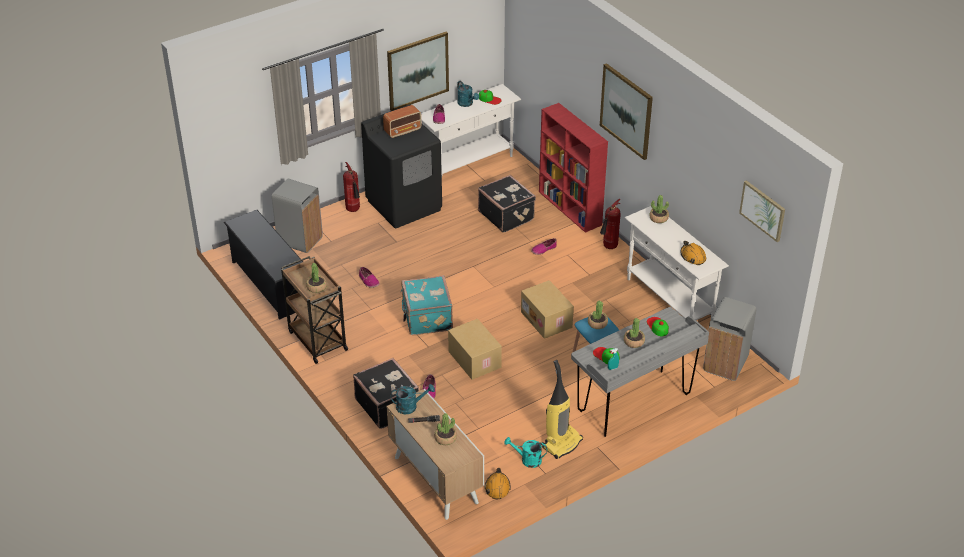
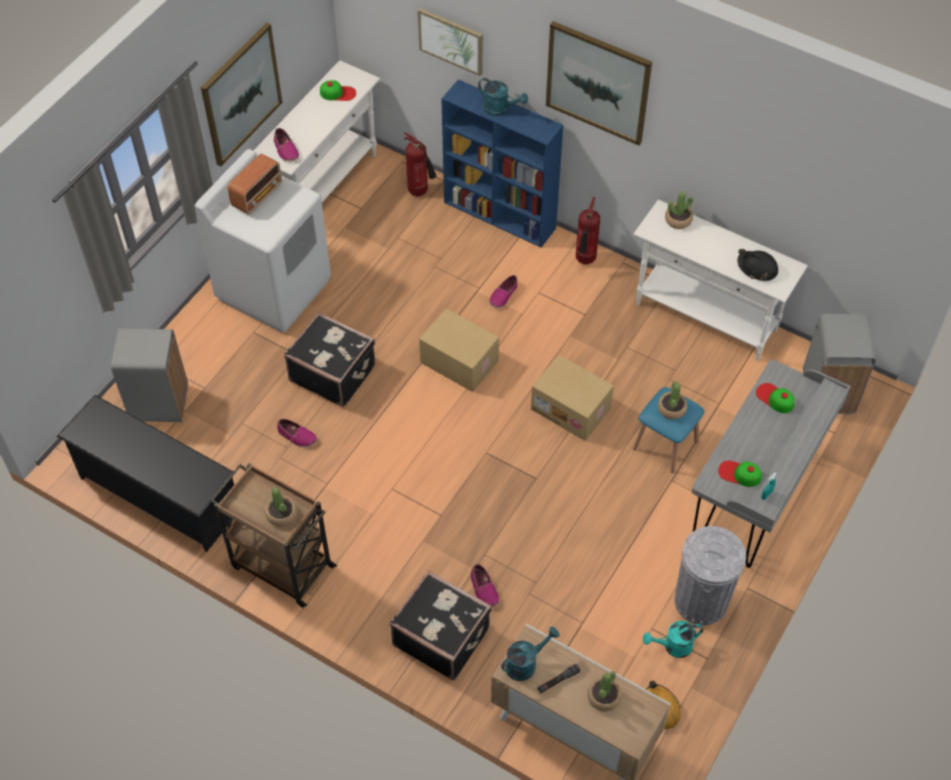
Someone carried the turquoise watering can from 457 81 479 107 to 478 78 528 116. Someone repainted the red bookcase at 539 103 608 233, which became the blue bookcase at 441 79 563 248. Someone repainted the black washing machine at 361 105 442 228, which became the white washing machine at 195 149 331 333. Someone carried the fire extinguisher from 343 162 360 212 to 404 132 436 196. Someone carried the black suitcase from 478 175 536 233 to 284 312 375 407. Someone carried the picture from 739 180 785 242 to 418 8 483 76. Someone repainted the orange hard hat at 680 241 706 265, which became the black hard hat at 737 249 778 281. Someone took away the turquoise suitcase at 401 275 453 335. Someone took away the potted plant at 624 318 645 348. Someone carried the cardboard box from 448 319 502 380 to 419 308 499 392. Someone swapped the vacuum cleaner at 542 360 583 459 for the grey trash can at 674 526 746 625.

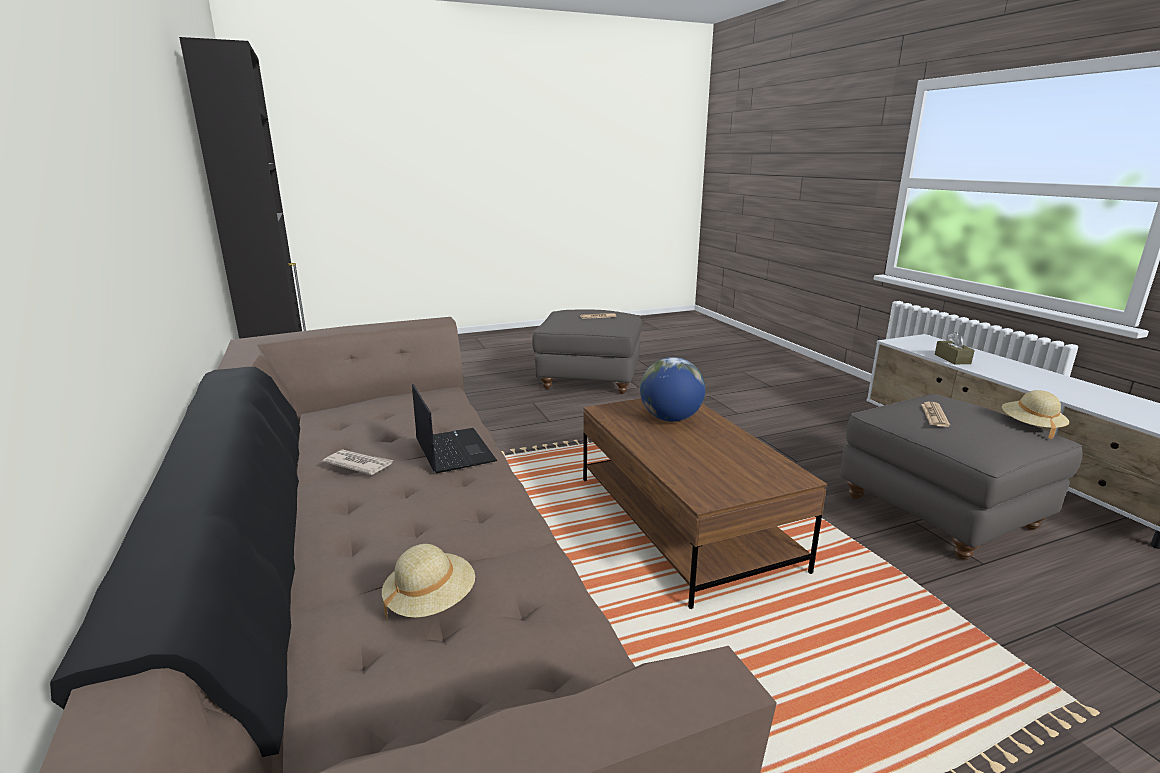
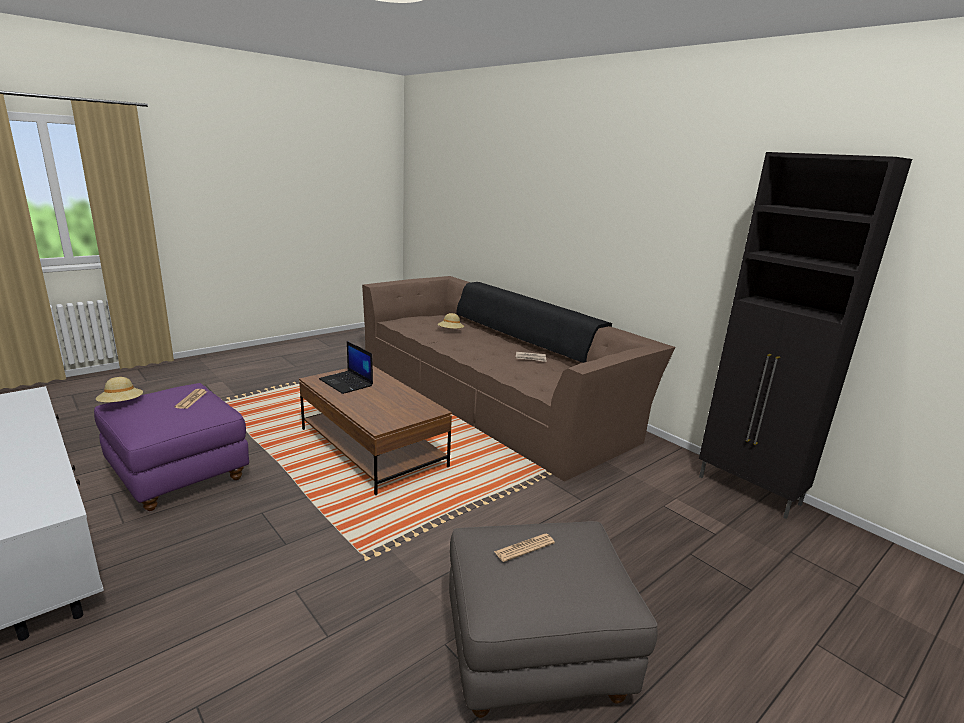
Someone took away the brown tissue box at 935 332 975 364. Someone took away the globe at 640 357 705 422. Someone carried the laptop from 412 384 497 473 to 319 341 373 394. Someone repainted the grey ottoman at 840 394 1083 560, which became the purple ottoman at 94 383 249 511.

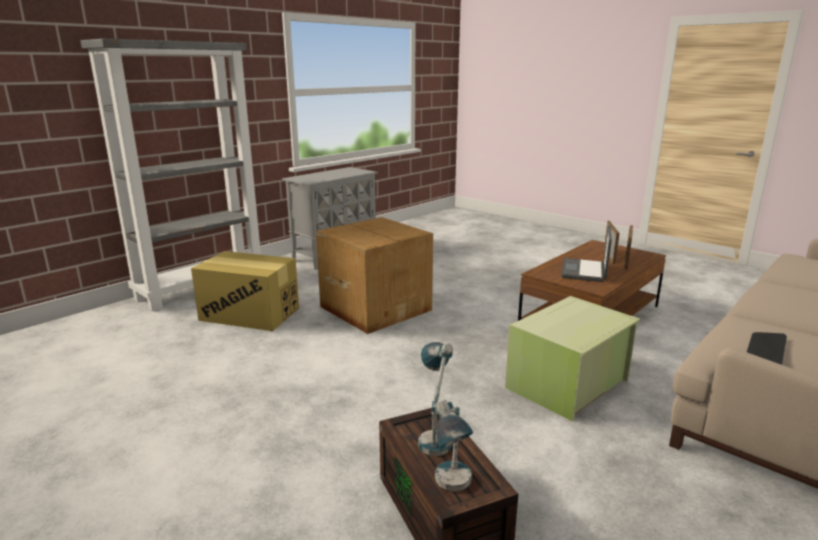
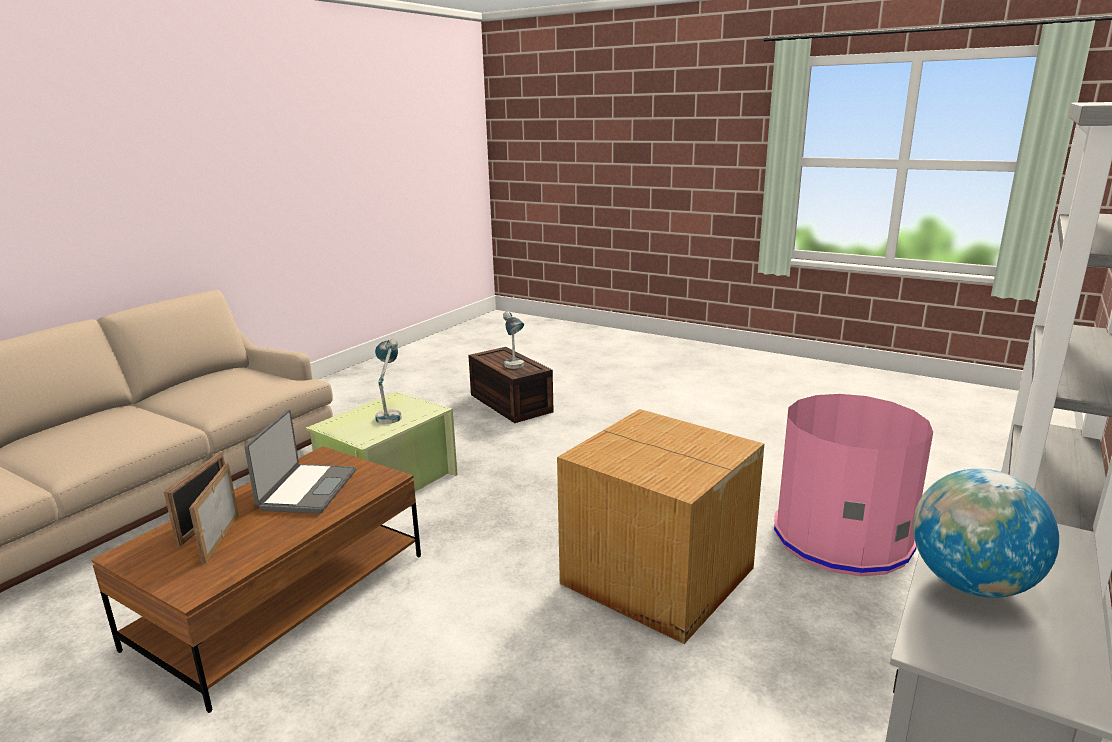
Someone swapped the cardboard box at 191 251 299 331 for the pink trash can at 774 394 933 576. Someone took away the keyboard at 747 332 787 365. Someone carried the table lamp from 435 400 473 491 to 375 338 402 424. Someone put down the globe at 913 469 1059 598.

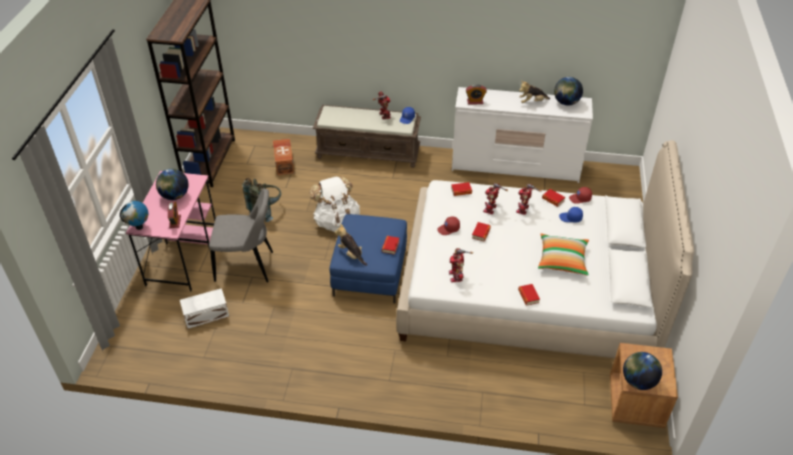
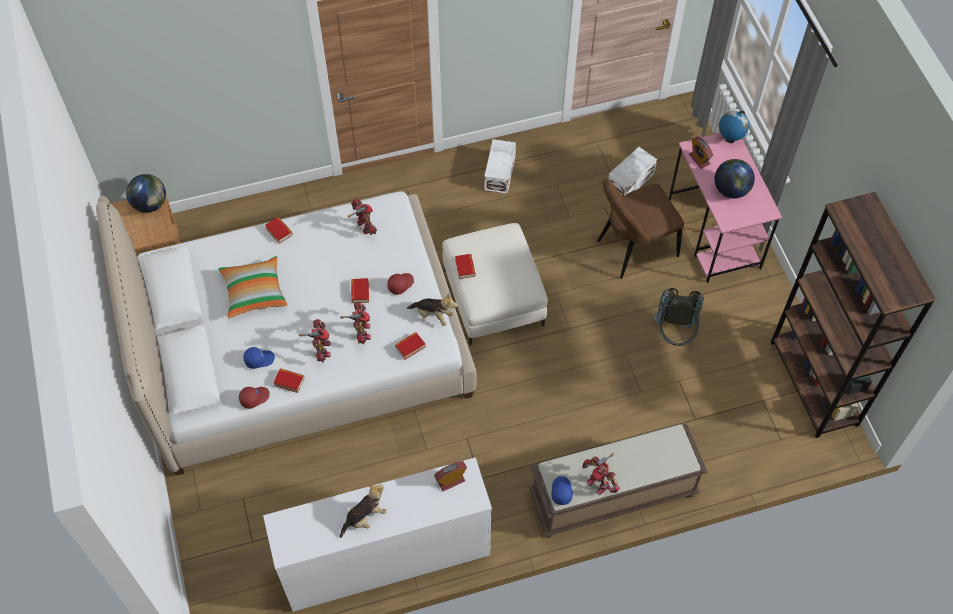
Someone took away the globe at 554 77 583 105. Someone took away the brown storage box at 273 139 295 176. Someone took away the white backpack at 310 176 360 232. Someone repainted the grey chair at 209 189 273 282, which became the brown chair at 597 179 684 279. Someone repainted the blue ottoman at 329 214 407 303, which became the white ottoman at 442 223 548 345. Someone carried the plush toy from 335 224 367 266 to 407 294 458 326. Someone put down the white storage box at 484 139 516 194.

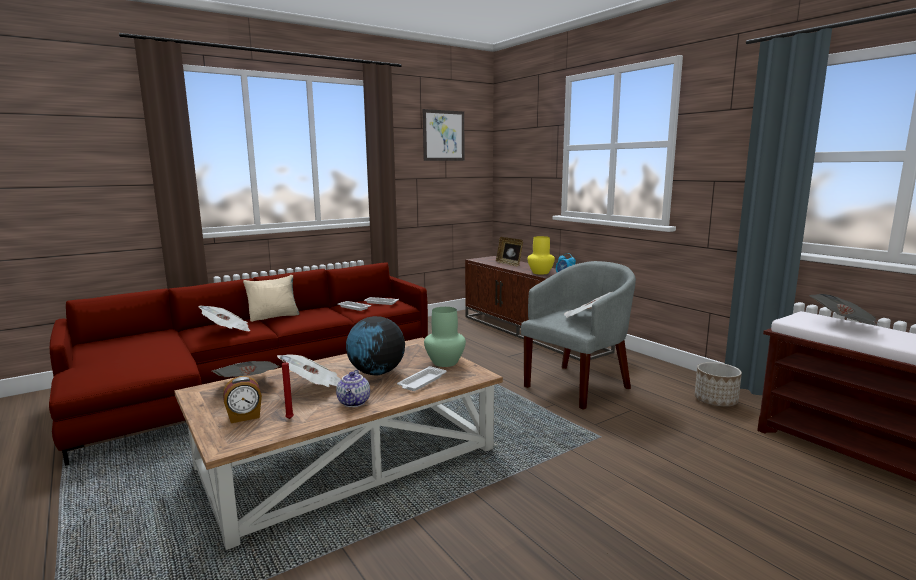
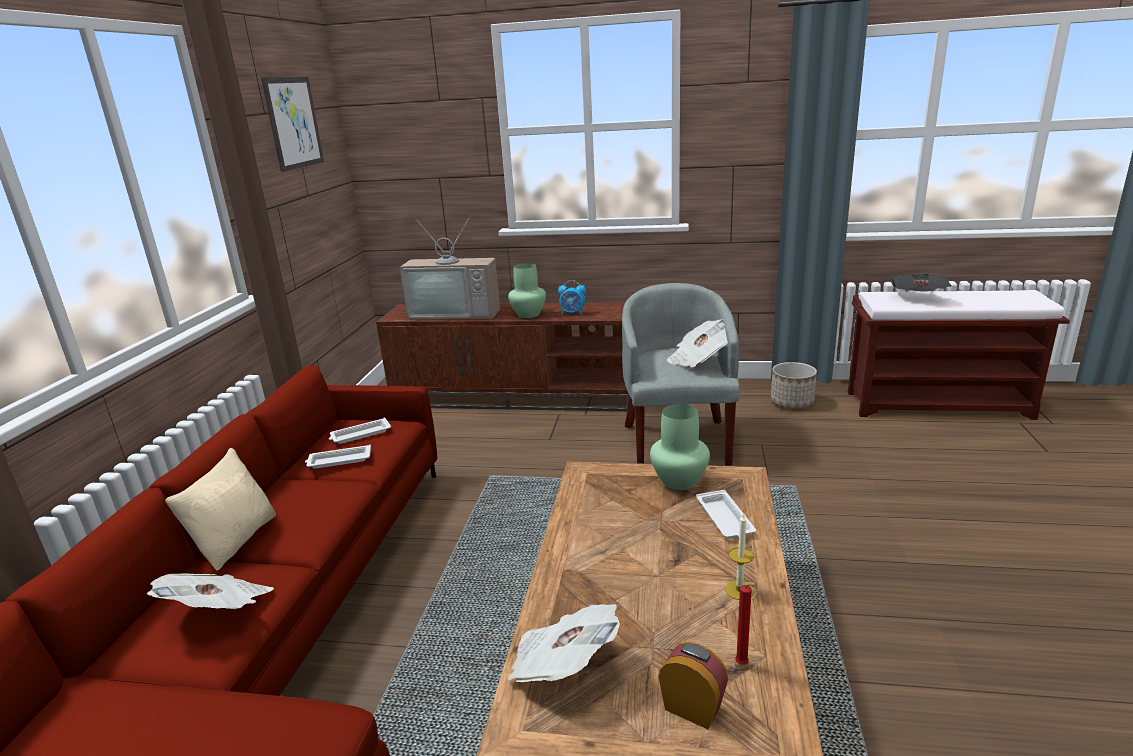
Someone repainted the yellow vase at 527 236 555 274, which became the green vase at 508 263 546 318. Someone swapped the picture frame at 496 237 523 267 for the television at 399 215 500 319. Someone took away the globe at 346 316 405 376. Someone took away the newspaper at 277 354 341 387. Someone swapped the teapot at 336 370 370 407 for the candle at 725 513 754 600. Someone rotated the alarm clock at 223 376 262 423 by 75 degrees counterclockwise.

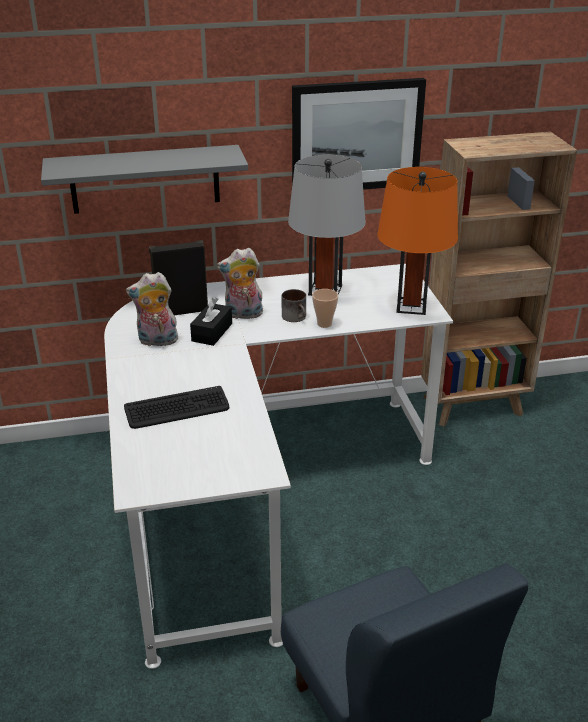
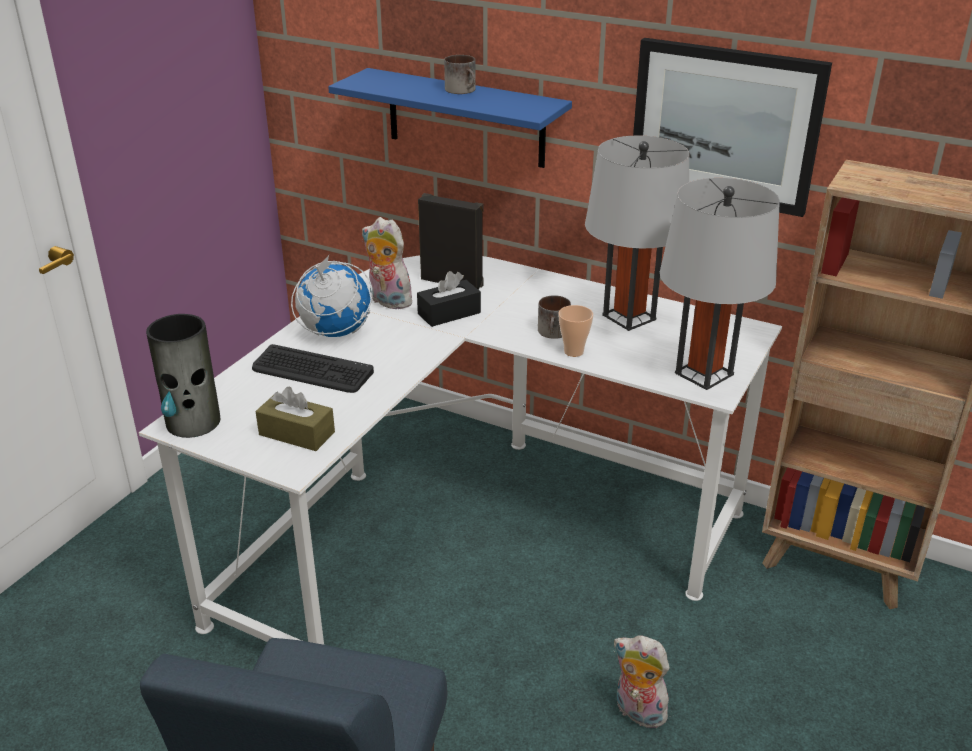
Someone repainted the grey shelf at 41 145 248 214, which became the blue shelf at 328 68 572 168. Someone repainted the orange table lamp at 377 167 458 315, which became the grey table lamp at 660 178 780 390. Someone carried the plush toy from 217 248 263 321 to 613 635 674 728. Someone put down the mug at 444 55 476 94. Someone put down the globe at 291 255 373 337. Someone put down the vase at 146 314 220 438. Someone put down the brown tissue box at 256 386 335 451.

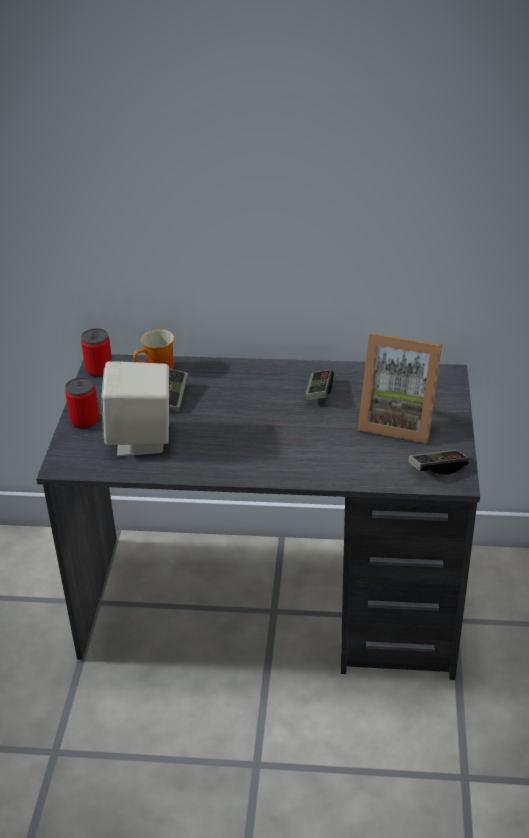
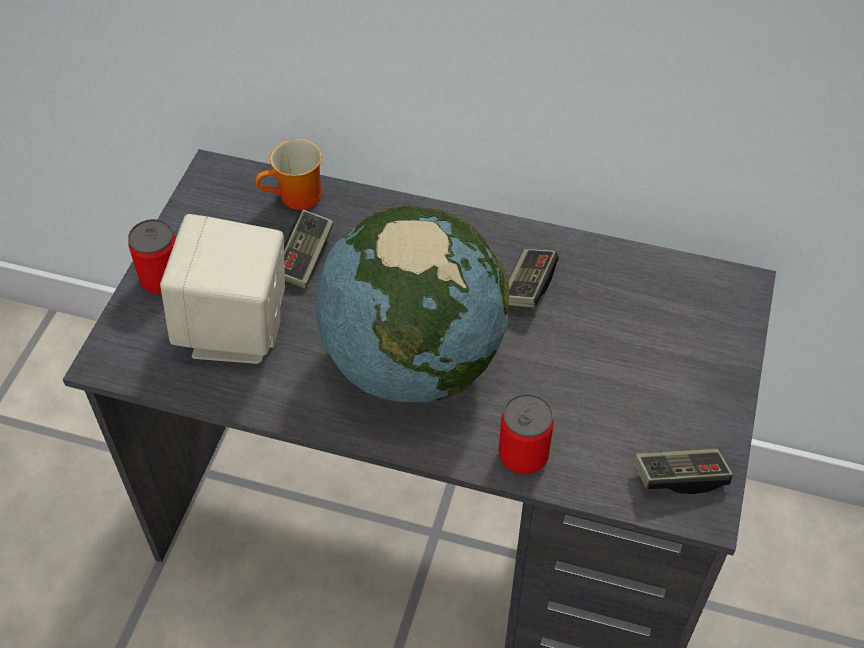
Someone carried the can from 81 328 112 377 to 499 394 554 475. Someone took away the picture frame at 358 333 442 443. Someone put down the globe at 315 206 510 402.

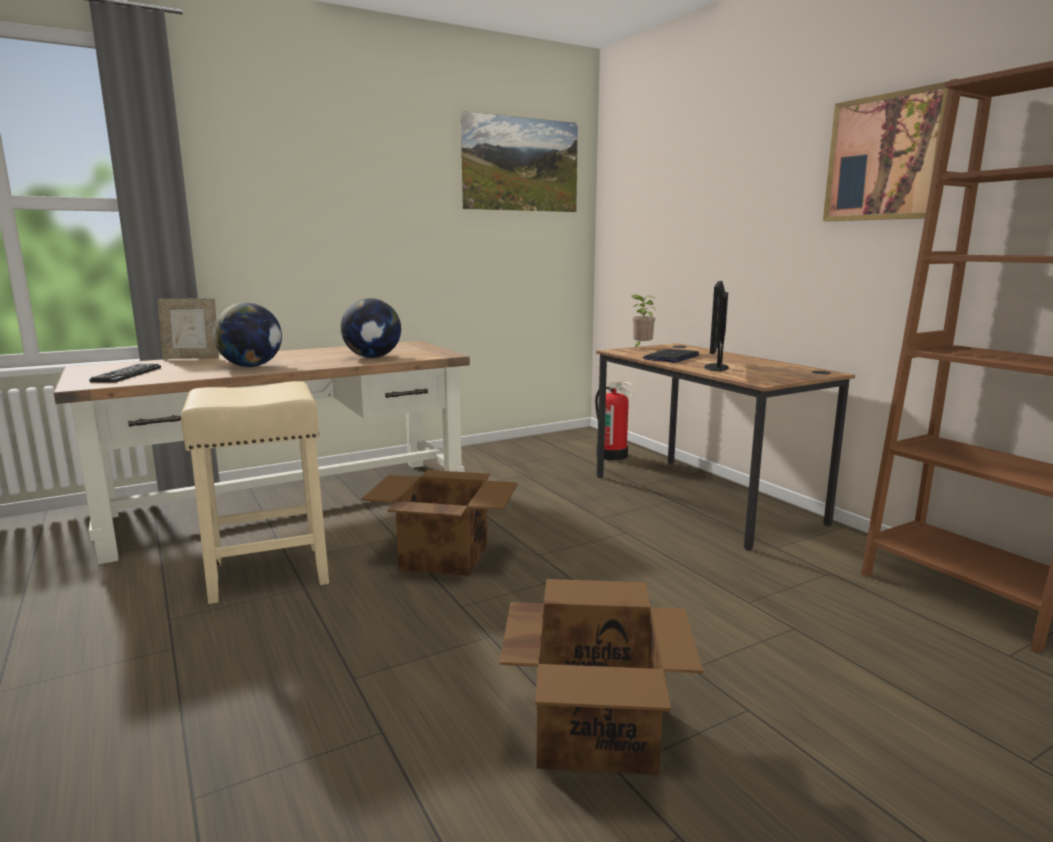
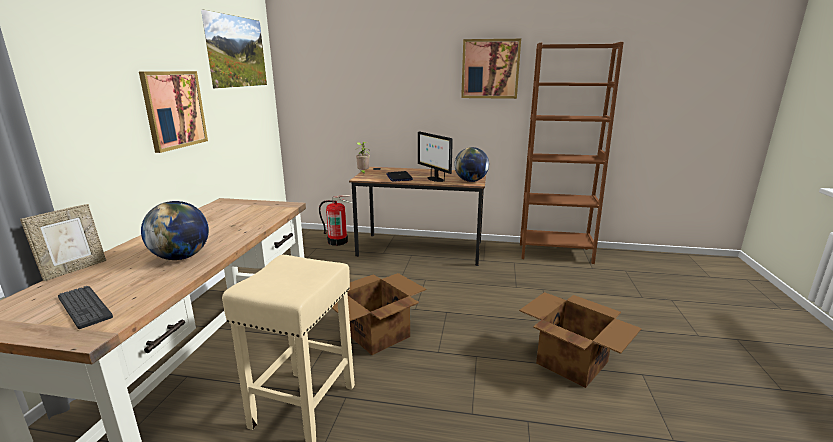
Someone carried the globe from 341 298 401 358 to 455 147 489 182. Someone put up the picture at 139 71 208 153.

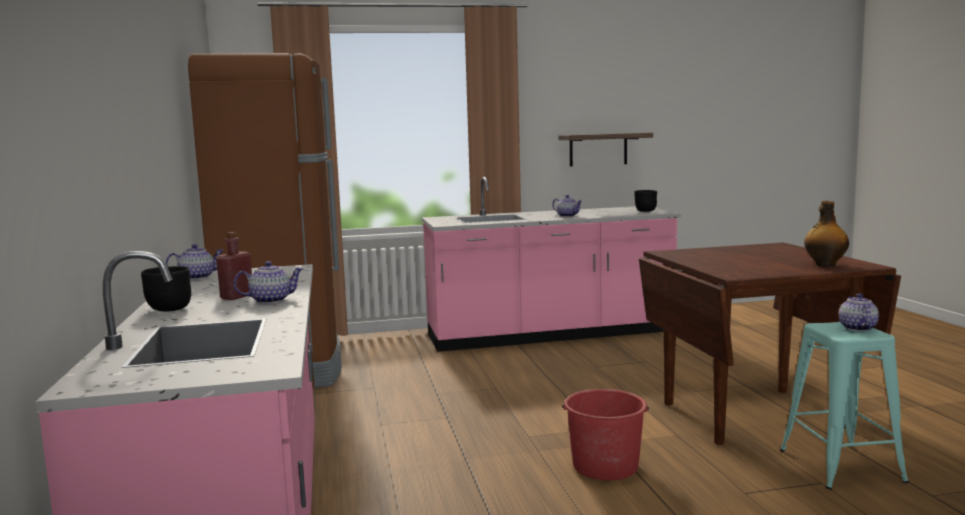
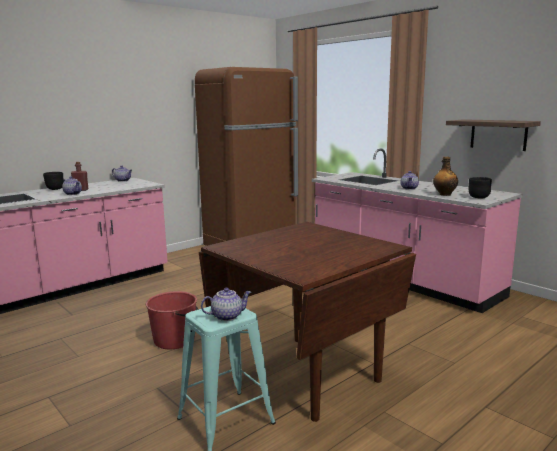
Someone carried the bottle from 804 201 849 267 to 433 157 458 196.

